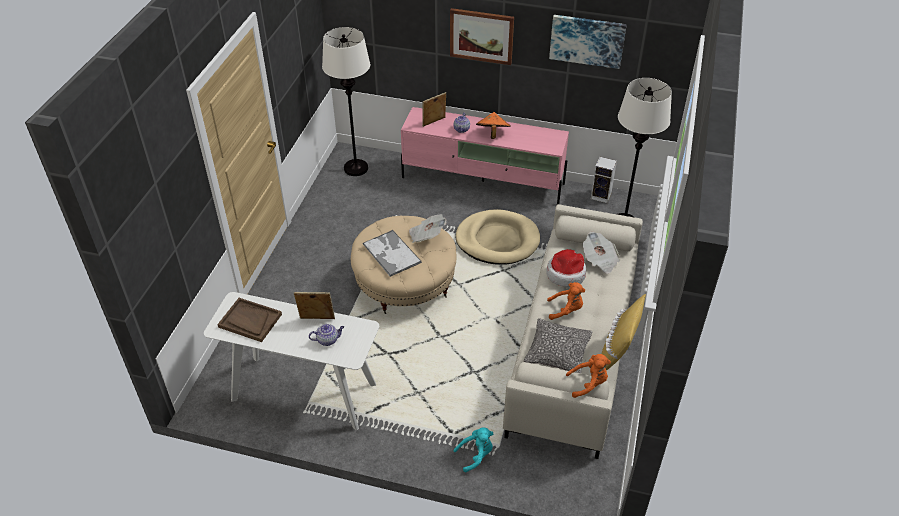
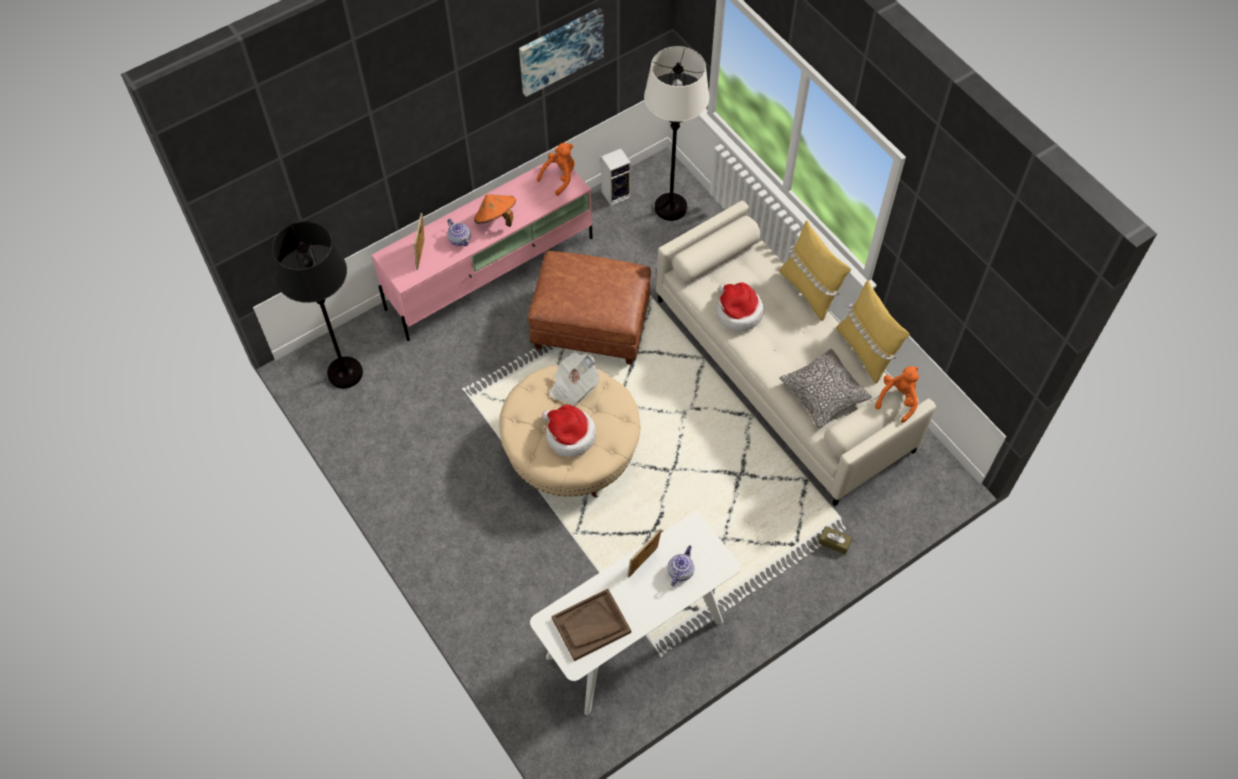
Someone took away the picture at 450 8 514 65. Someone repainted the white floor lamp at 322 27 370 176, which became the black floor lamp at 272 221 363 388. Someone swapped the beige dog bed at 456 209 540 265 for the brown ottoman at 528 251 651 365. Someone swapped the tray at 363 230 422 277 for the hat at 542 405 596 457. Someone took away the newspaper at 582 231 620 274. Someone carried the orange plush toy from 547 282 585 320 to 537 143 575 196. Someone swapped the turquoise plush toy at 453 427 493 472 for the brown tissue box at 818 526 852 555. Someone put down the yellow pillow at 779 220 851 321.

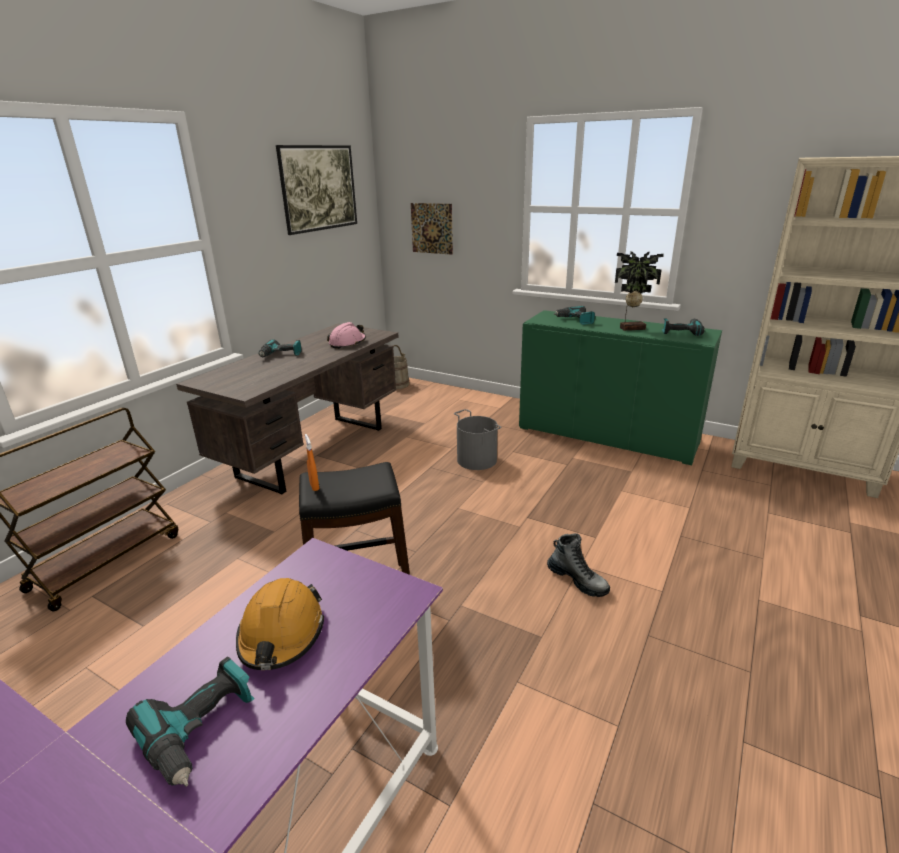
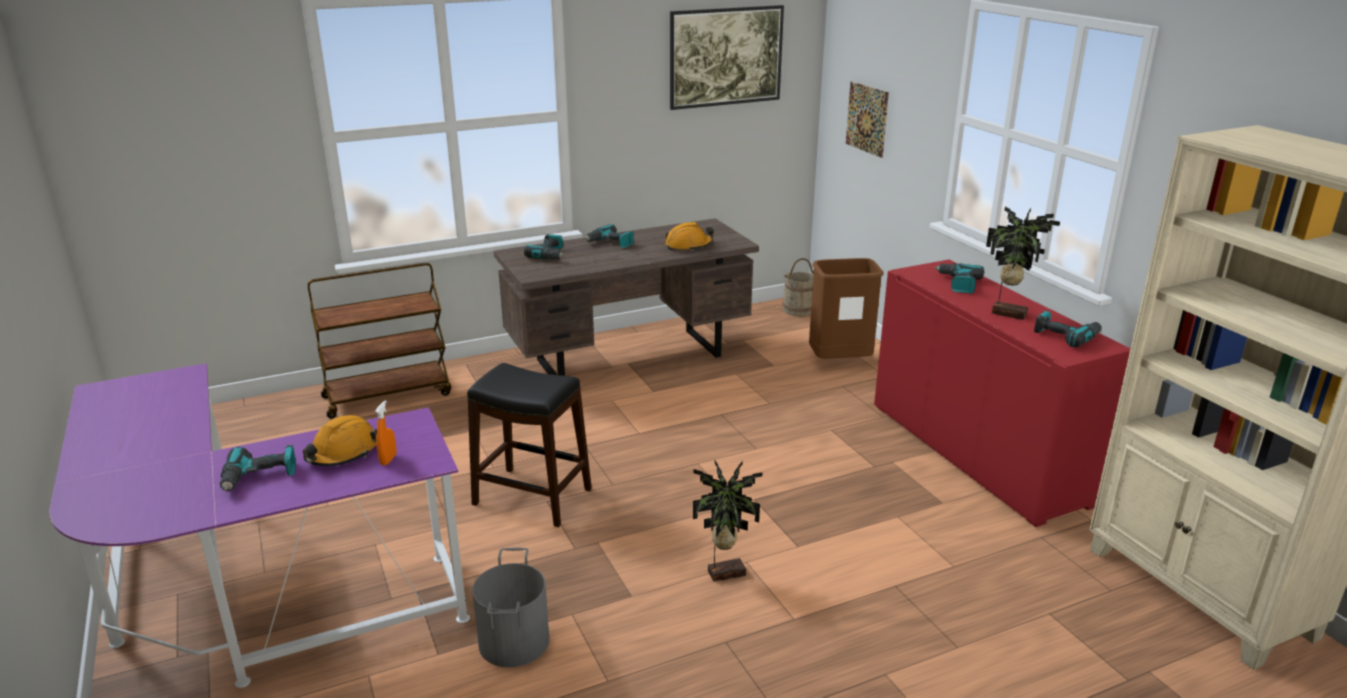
Someone repainted the green cabinet at 519 310 722 465, which became the red cabinet at 874 259 1130 527. Someone repainted the pink hard hat at 327 322 366 349, which became the orange hard hat at 665 222 714 251. Someone carried the grey bucket from 454 409 502 470 to 472 548 549 667. Someone carried the orange spray bottle from 305 434 319 491 to 375 400 396 466. Someone swapped the boot at 547 533 610 597 for the potted plant at 693 461 763 582. Someone put down the power drill at 524 234 565 260. Someone put down the brown trash can at 809 258 884 358.

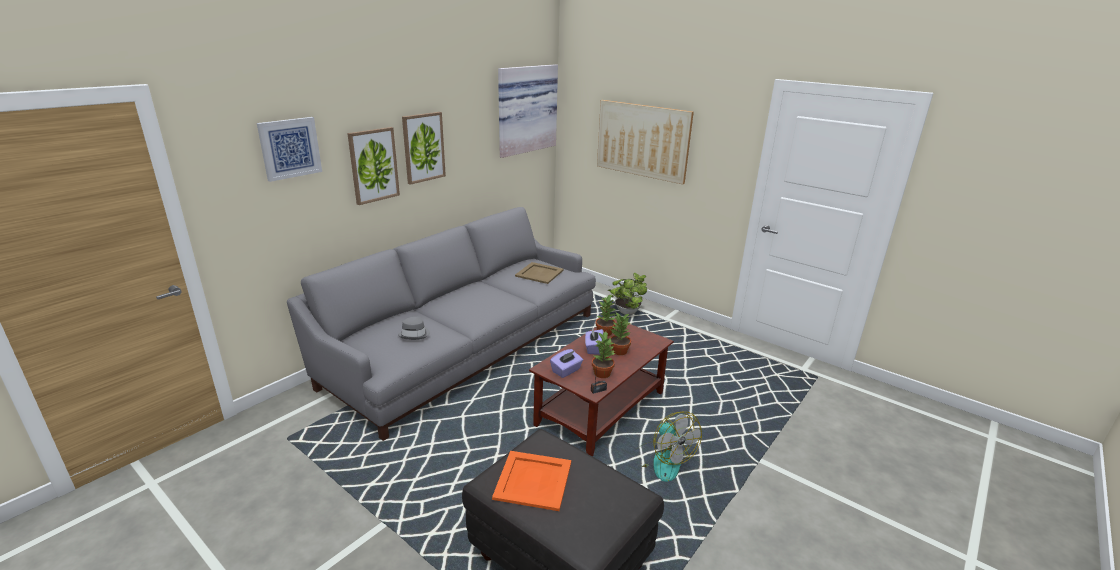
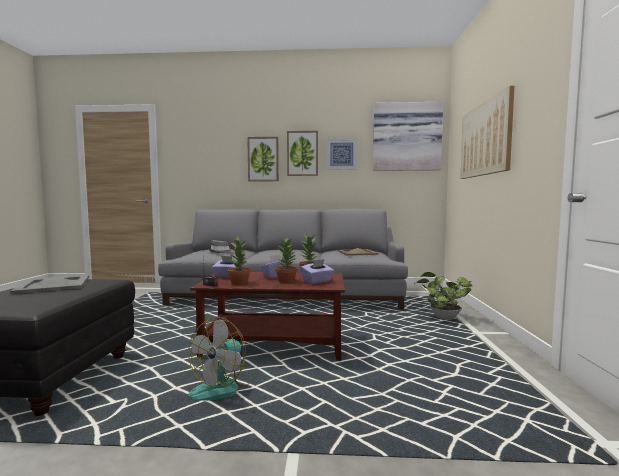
Someone carried the picture from 257 117 322 182 to 326 138 357 170. Someone repainted the orange tray at 492 451 571 511, which became the grey tray at 10 275 89 294. Someone put down the purple tissue box at 301 259 334 284.

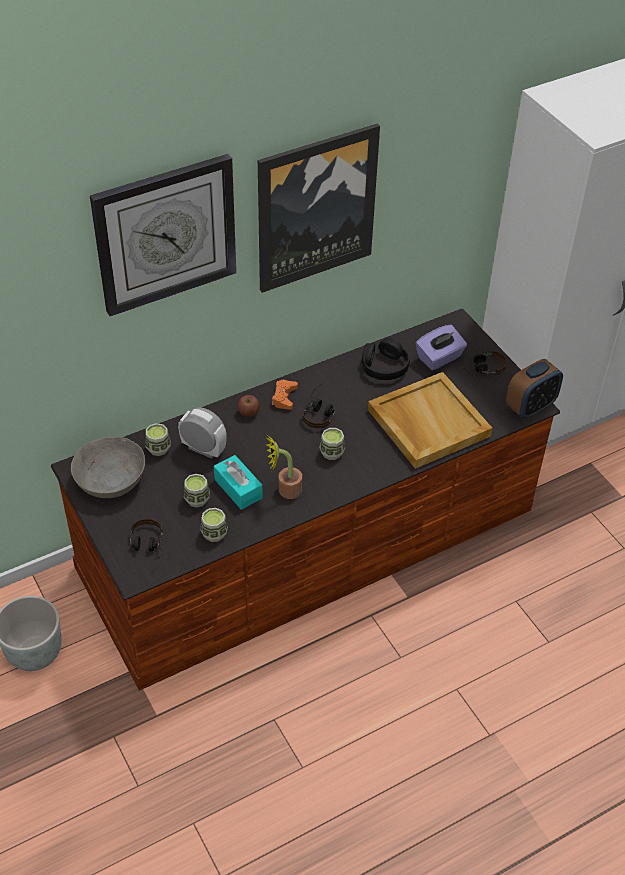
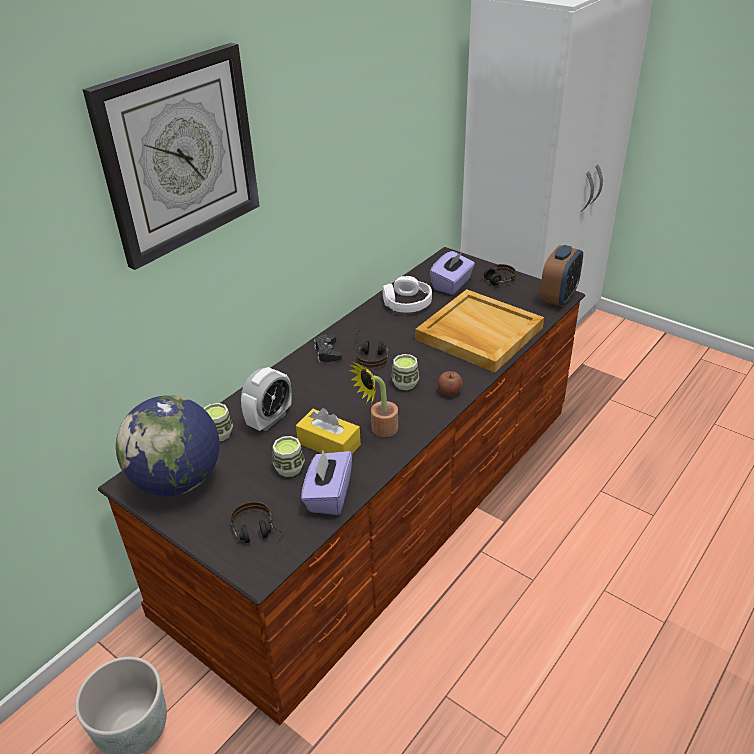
Someone took away the picture at 258 123 380 293. Someone repainted the black headphones at 362 338 410 380, which became the white headphones at 382 276 432 313. Someone repainted the orange game controller at 271 380 298 410, which became the black game controller at 314 335 342 362. Someone carried the apple from 238 395 259 417 to 438 371 463 396. Someone rotated the alarm clock at 178 407 227 459 by 120 degrees clockwise. Someone swapped the grey bowl at 71 437 145 498 for the globe at 116 395 219 496. Someone repainted the turquoise tissue box at 214 455 263 510, which became the yellow tissue box at 296 408 361 454. Someone swapped the cup at 200 508 228 542 for the purple tissue box at 301 450 352 515.

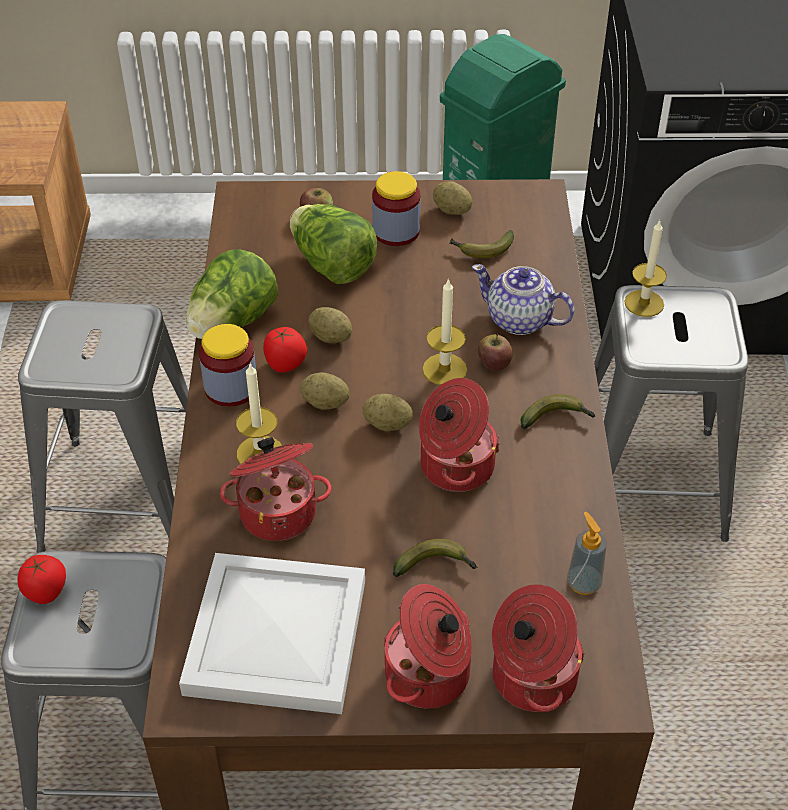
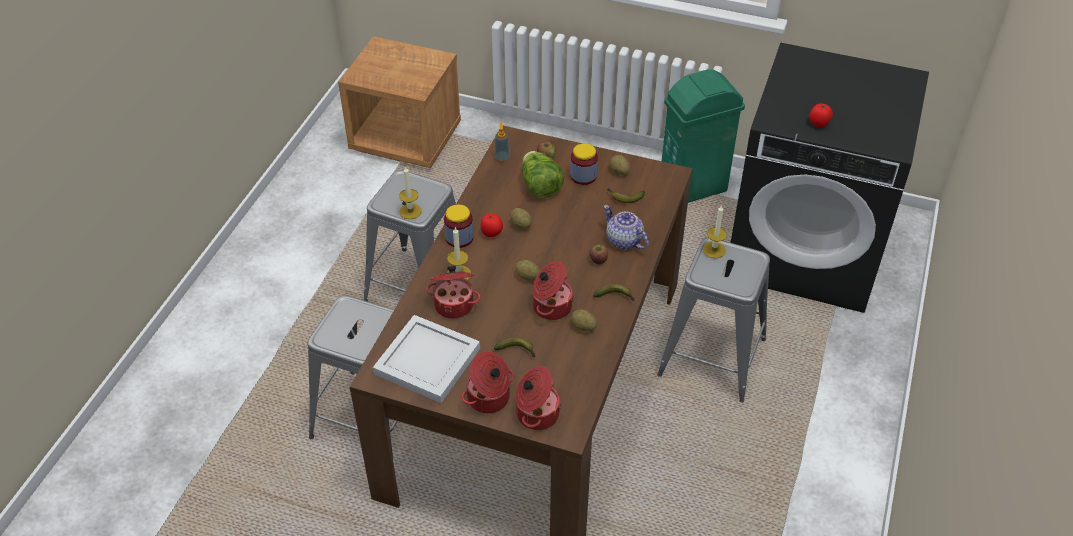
Someone took away the lettuce at 186 249 278 339. Someone carried the candle from 422 278 467 385 to 399 166 422 219. Someone carried the potato from 300 372 350 410 to 571 310 597 332. Someone carried the soap dispenser from 567 512 607 595 to 494 122 510 162. Someone carried the tomato from 18 555 66 604 to 810 103 833 127.

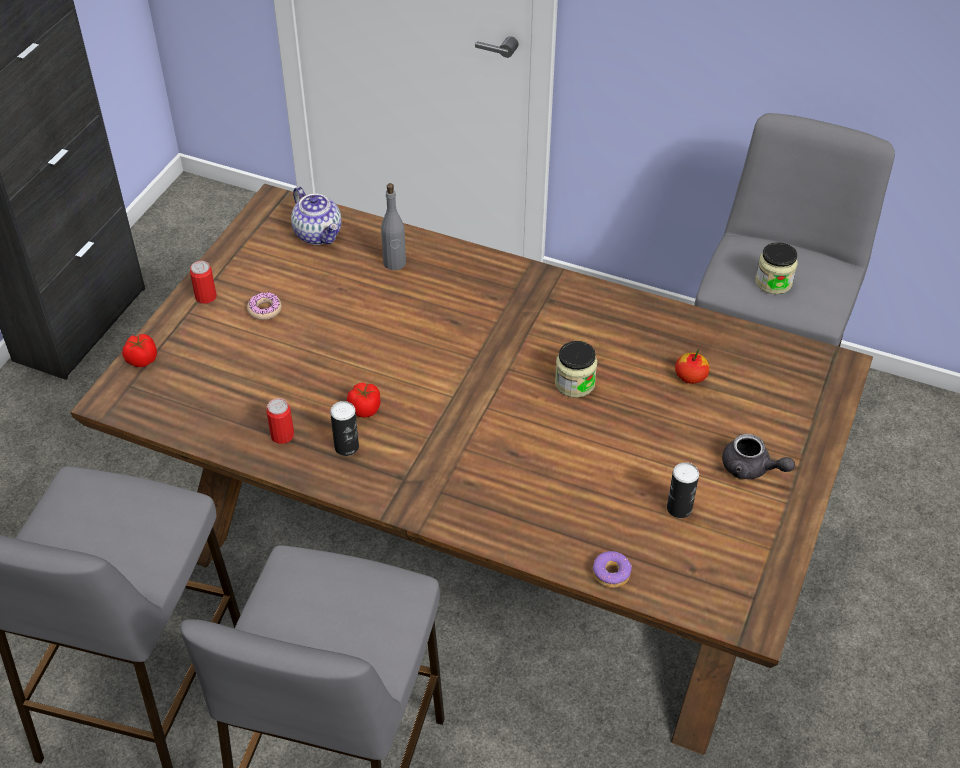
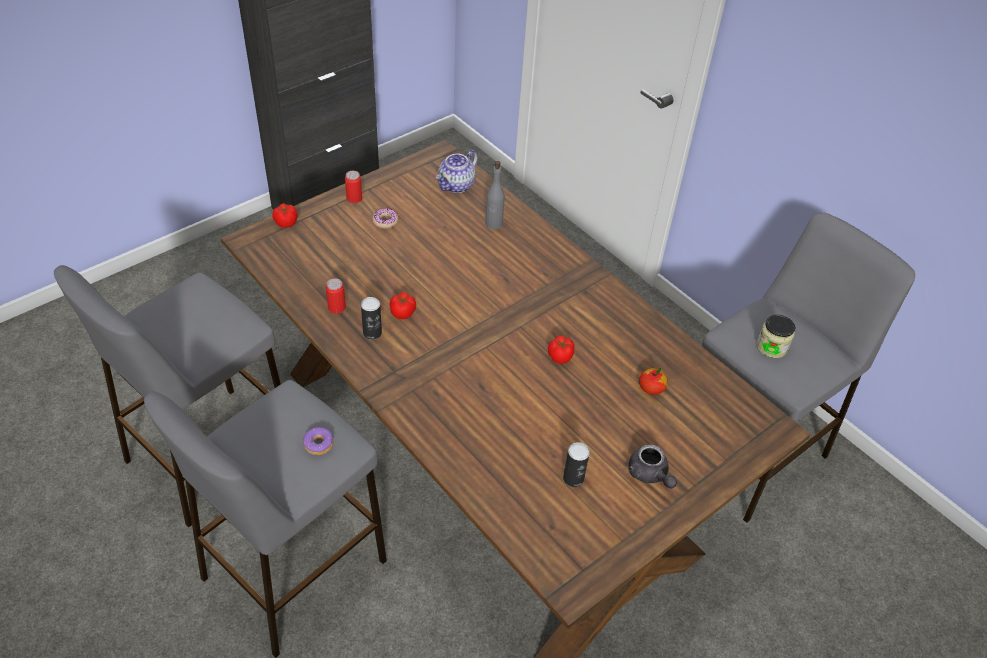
Someone rotated the teapot at 291 187 342 245 by 45 degrees clockwise. Someone swapped the jar at 555 341 597 398 for the tomato at 548 336 575 364. Someone carried the donut from 593 551 632 588 to 303 427 333 455.

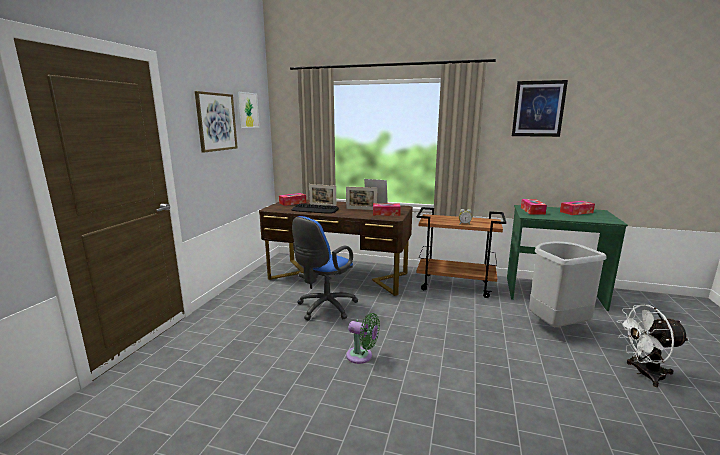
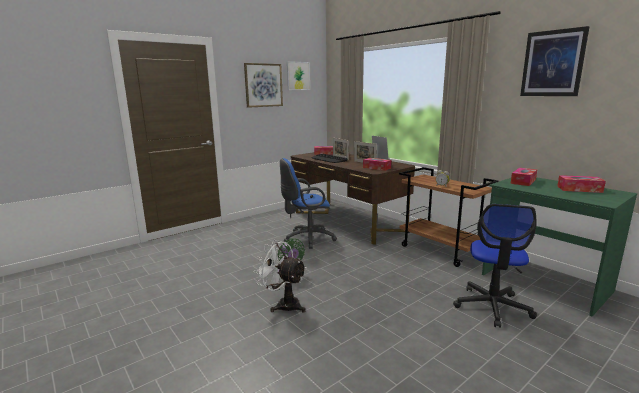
Someone swapped the grey trash can at 529 242 606 327 for the office chair at 453 204 537 328. Someone carried the white fan from 616 304 689 387 to 253 240 306 313.

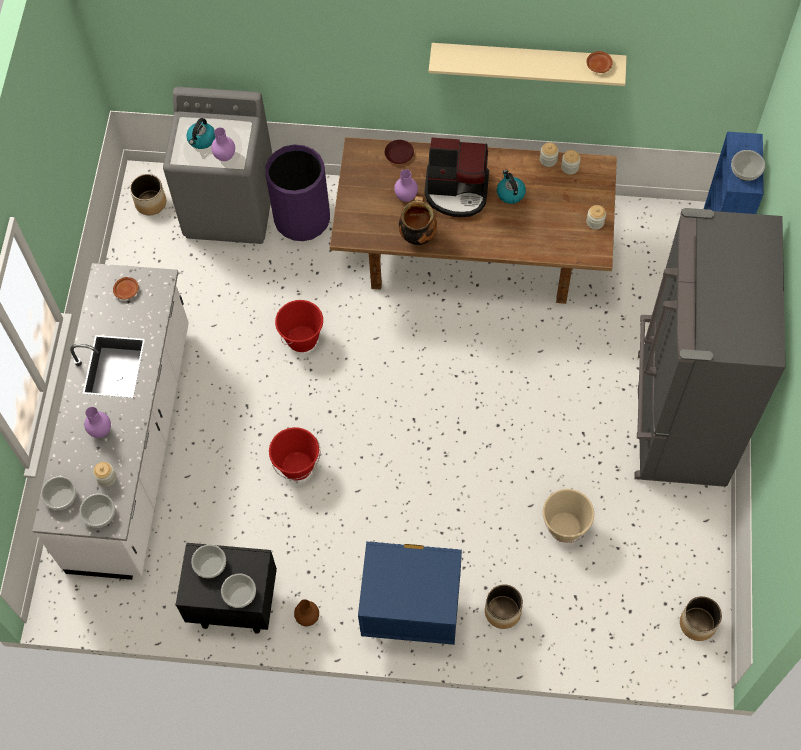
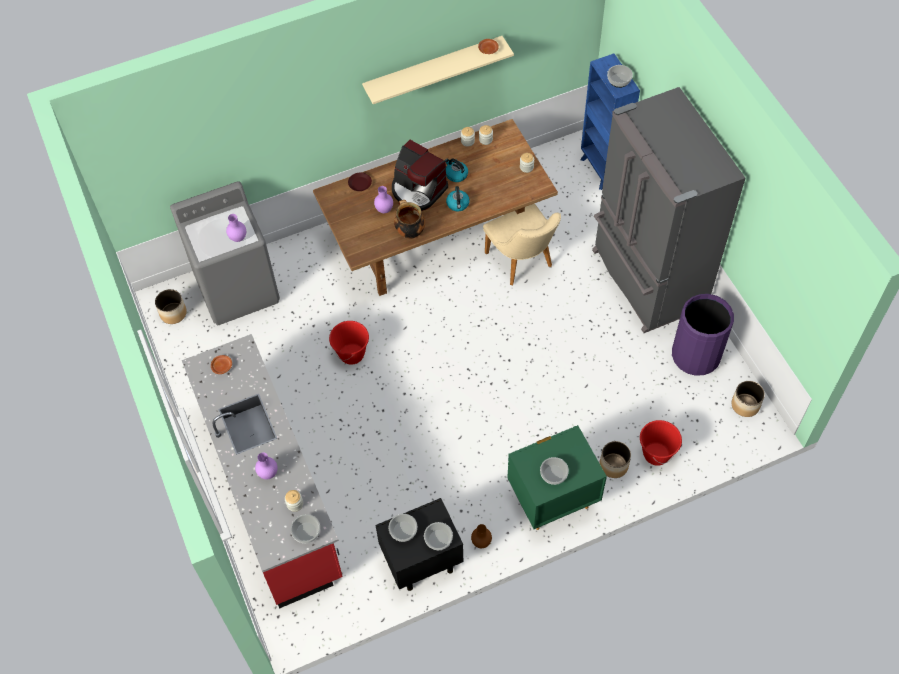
Someone carried the kettle from 186 118 215 149 to 446 186 470 211. Someone rotated the coffee machine at 425 138 489 217 by 60 degrees clockwise. Someone carried the purple trash can from 265 144 330 241 to 672 294 734 376. Someone repainted the white counter at 32 263 189 580, which became the red counter at 182 334 343 609. Someone carried the red bucket from 269 427 320 480 to 640 420 682 466. Someone carried the bowl from 41 476 76 510 to 540 457 569 485. Someone took away the beige bucket at 543 489 594 543. Someone repainted the blue nightstand at 358 541 462 645, which became the green nightstand at 507 425 607 530. Someone put down the beige chair at 483 203 561 285.

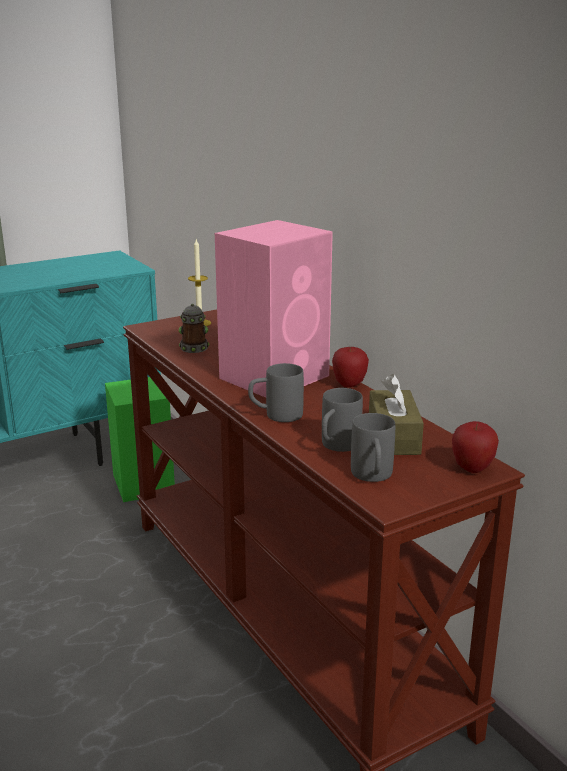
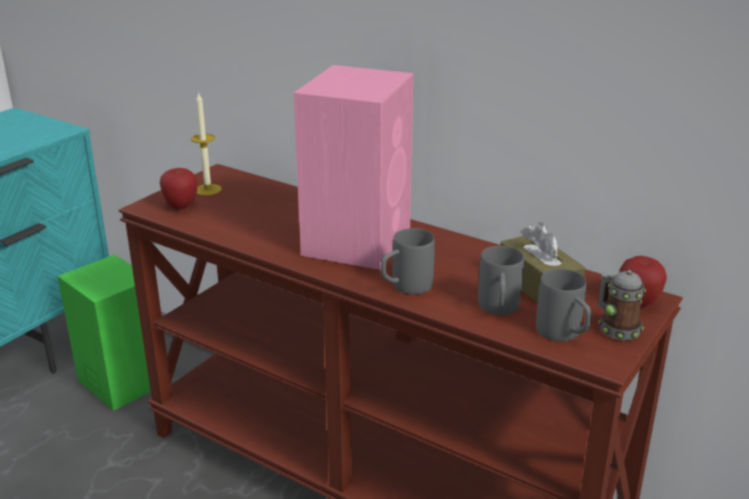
Someone carried the mug from 179 304 209 353 to 598 270 646 340. Someone carried the apple from 332 347 369 387 to 160 168 197 210.

